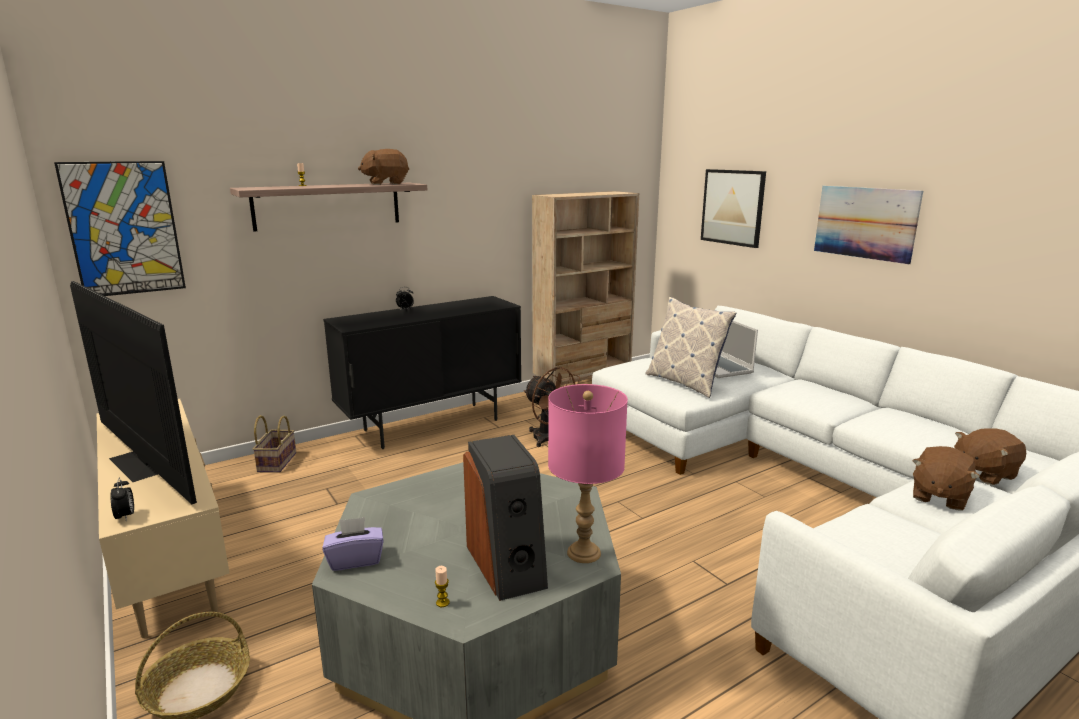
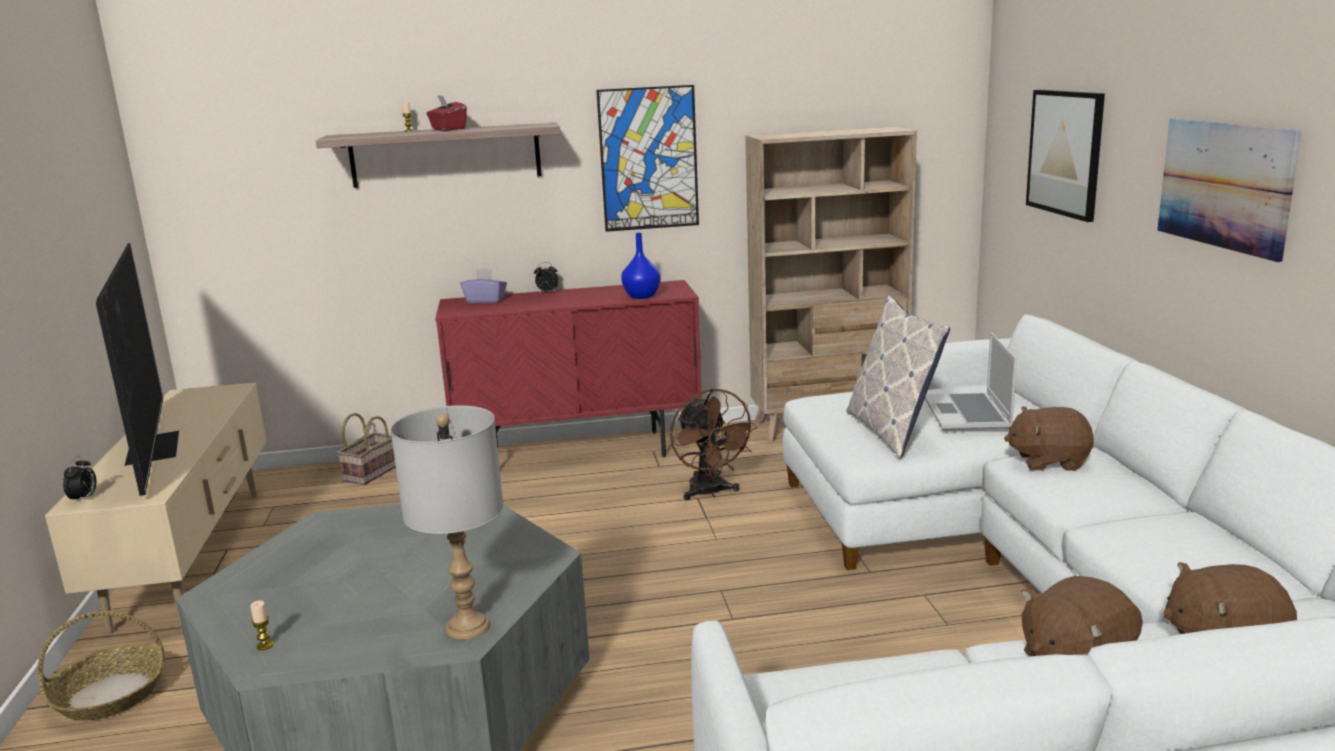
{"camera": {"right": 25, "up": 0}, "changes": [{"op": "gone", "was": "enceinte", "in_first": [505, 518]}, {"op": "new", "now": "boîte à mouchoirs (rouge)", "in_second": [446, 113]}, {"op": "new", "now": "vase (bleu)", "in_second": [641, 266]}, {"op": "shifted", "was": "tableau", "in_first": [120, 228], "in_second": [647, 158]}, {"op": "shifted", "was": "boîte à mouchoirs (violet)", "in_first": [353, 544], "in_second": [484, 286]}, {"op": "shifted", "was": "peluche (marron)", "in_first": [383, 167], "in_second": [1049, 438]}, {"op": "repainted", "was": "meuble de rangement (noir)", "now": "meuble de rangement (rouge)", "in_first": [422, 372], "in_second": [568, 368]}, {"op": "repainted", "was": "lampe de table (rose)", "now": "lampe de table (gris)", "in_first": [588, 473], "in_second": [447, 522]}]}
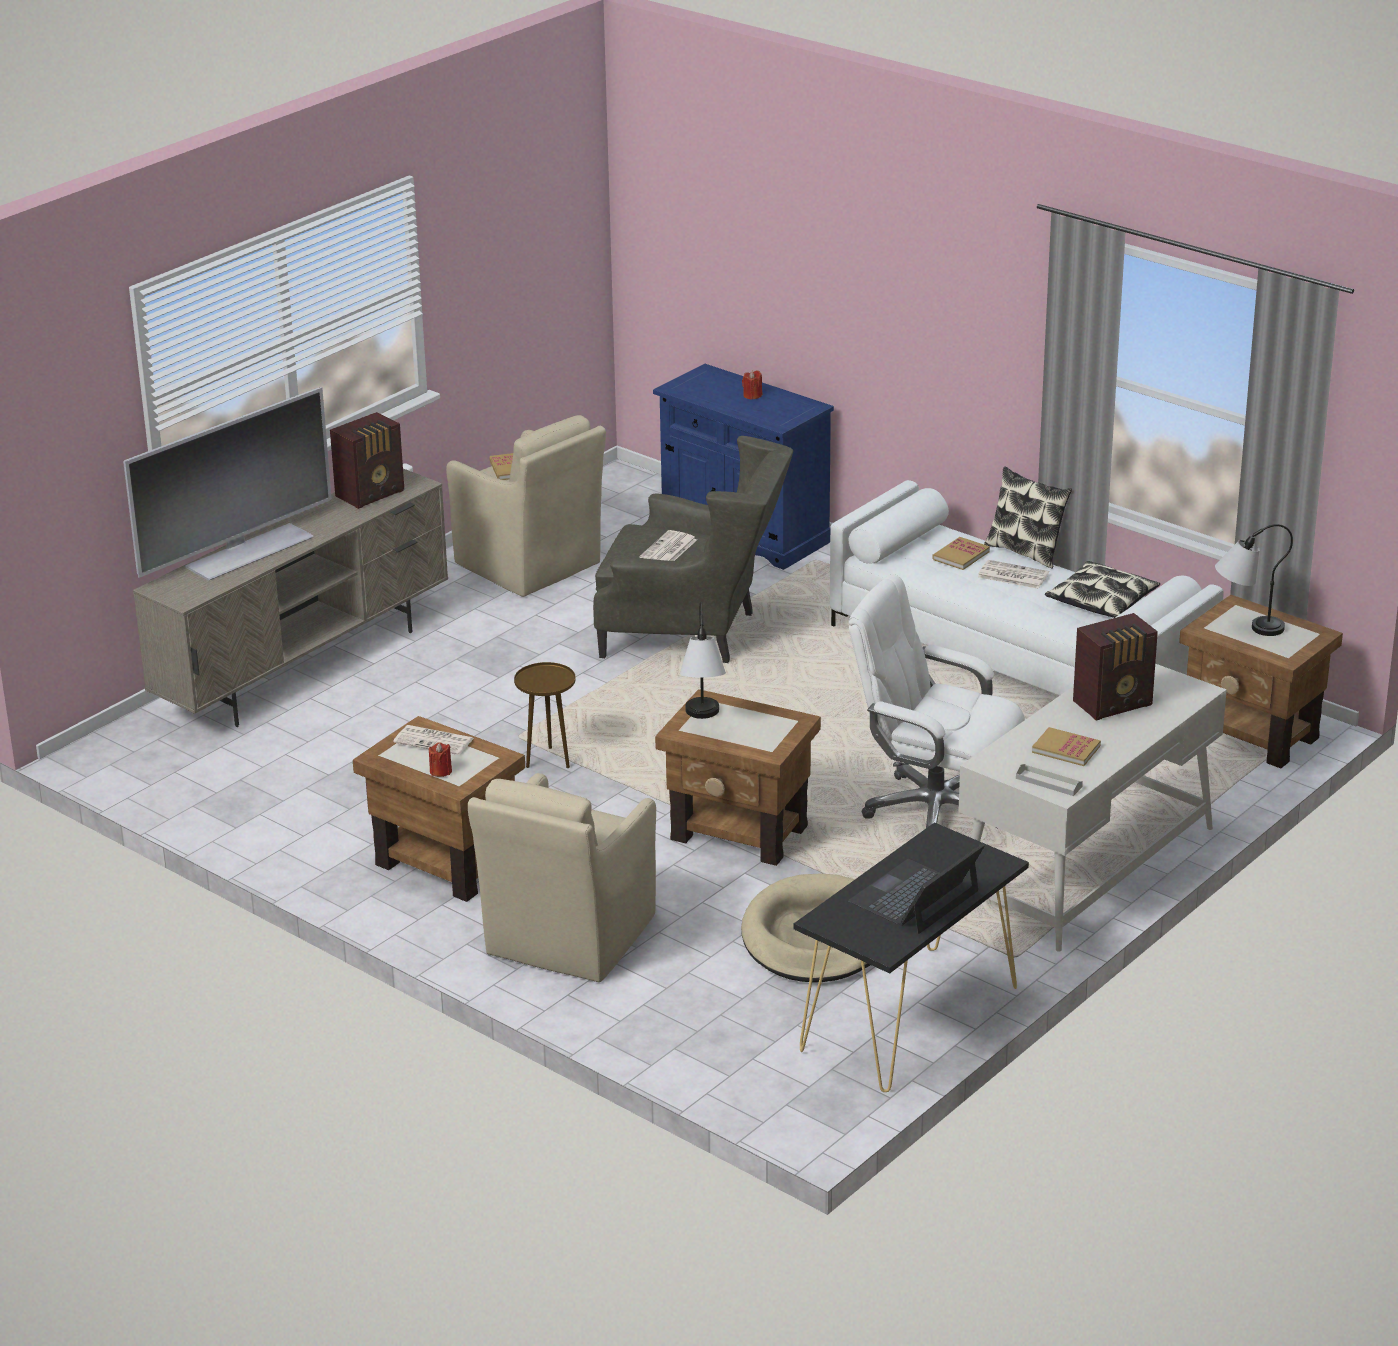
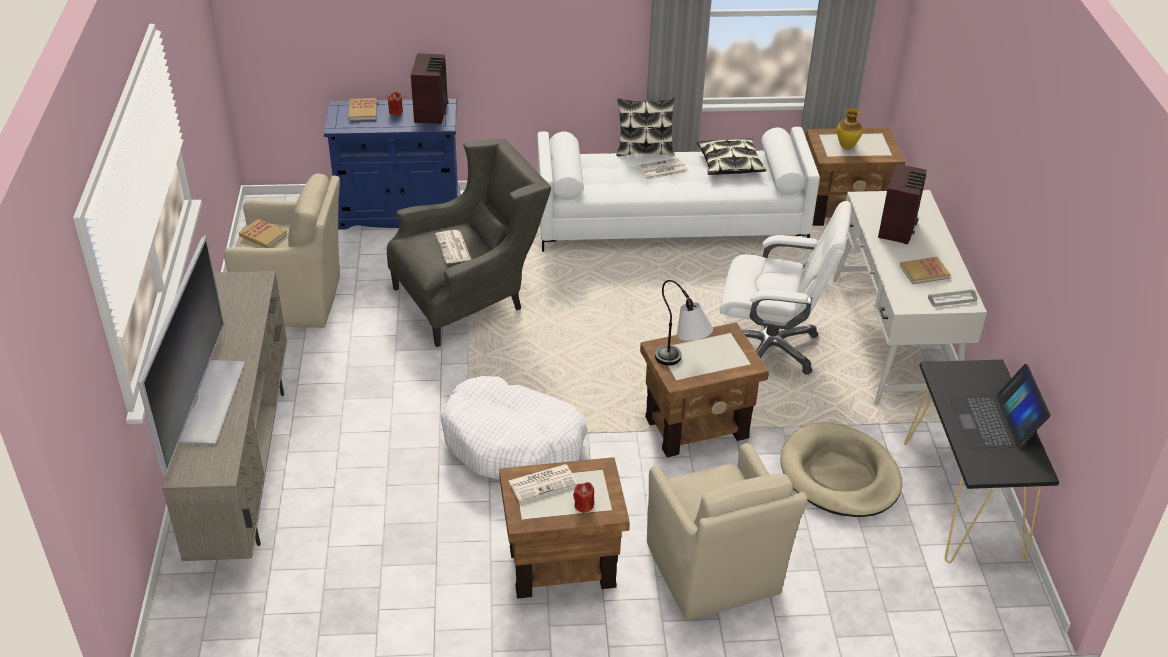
{"camera": {"right": -45, "up": 10}, "changes": [{"op": "shifted", "was": "radio", "in_first": [367, 460], "in_second": [430, 88]}, {"op": "shifted", "was": "livre", "in_first": [961, 553], "in_second": [363, 109]}, {"op": "swapped", "was": "table d'appoint (marron)", "now": "panier pour chien (blanc)", "in_first": [545, 715], "in_second": [514, 428]}, {"op": "swapped", "was": "lampe de table", "now": "vase", "in_first": [1254, 580], "in_second": [850, 128]}, {"op": "rotated", "was": "chaise de bureau (blanc)", "in_first": [936, 701], "in_second": [785, 288], "clockwise": -150}]}
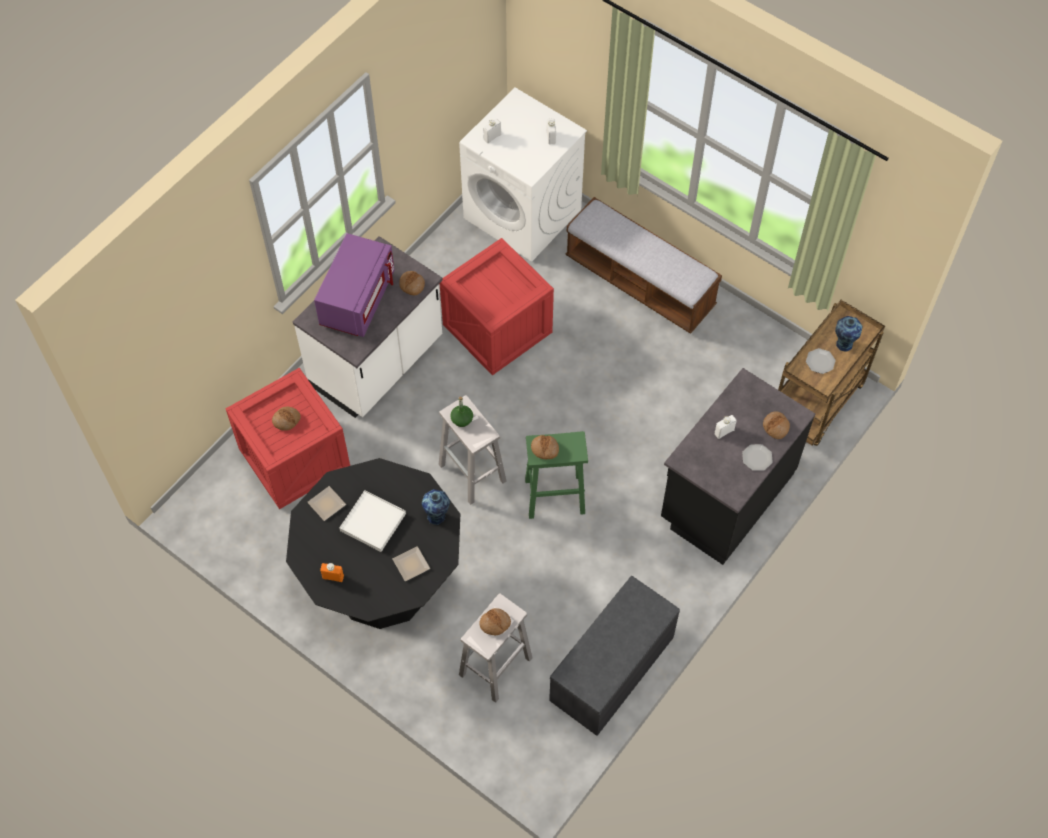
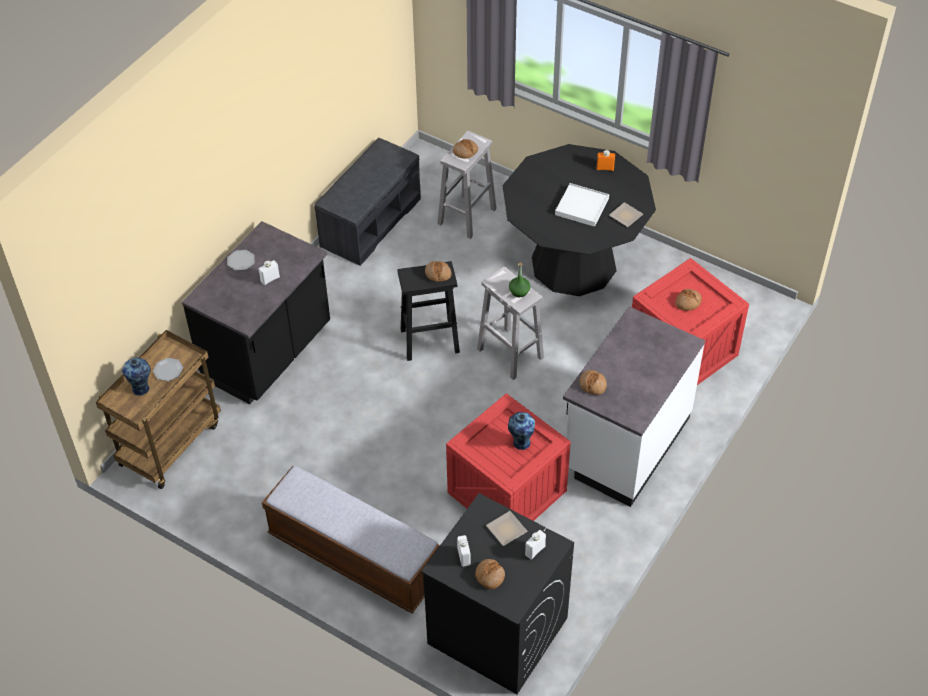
{"camera": {"right": 175, "up": -10}, "changes": [{"op": "gone", "was": "micro-ondes (violet)", "in_first": [354, 285]}, {"op": "shifted", "was": "assiette", "in_first": [411, 564], "in_second": [507, 528]}, {"op": "shifted", "was": "vase", "in_first": [435, 507], "in_second": [521, 431]}, {"op": "shifted", "was": "pain", "in_first": [776, 425], "in_second": [490, 574]}, {"op": "repainted", "was": "lave-linge (blanc)", "now": "lave-linge (noir)", "in_first": [523, 174], "in_second": [497, 593]}, {"op": "repainted", "was": "tabouret (vert)", "now": "tabouret (noir)", "in_first": [556, 475], "in_second": [428, 311]}]}
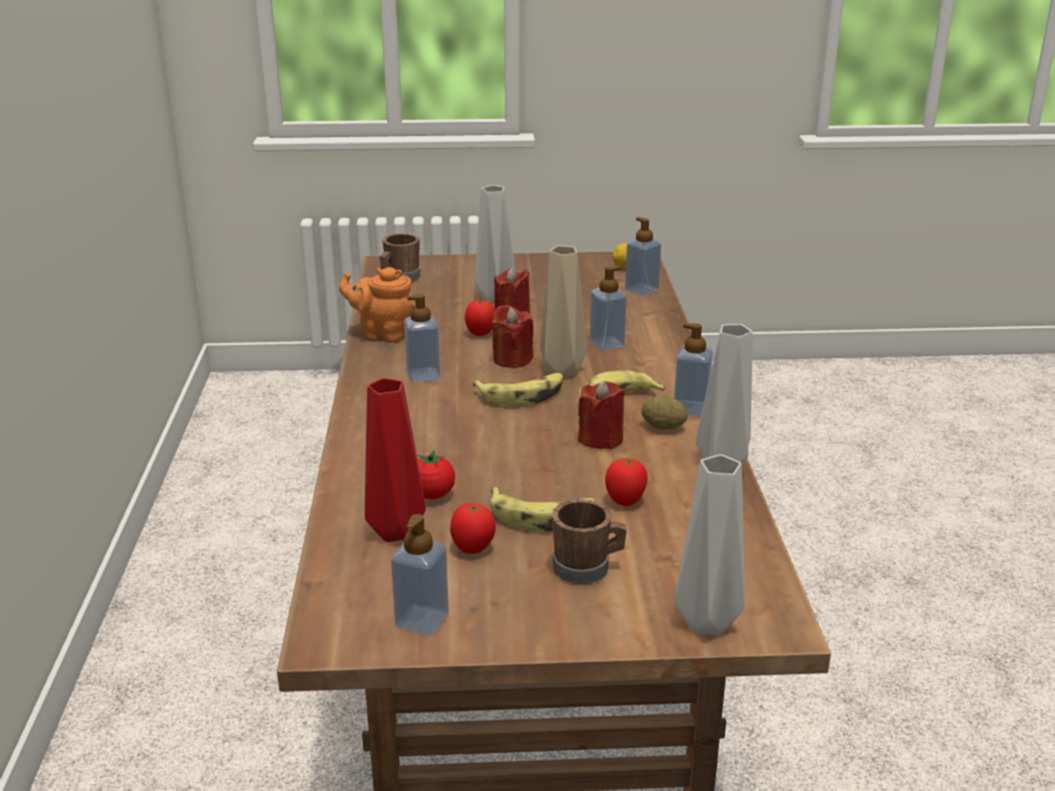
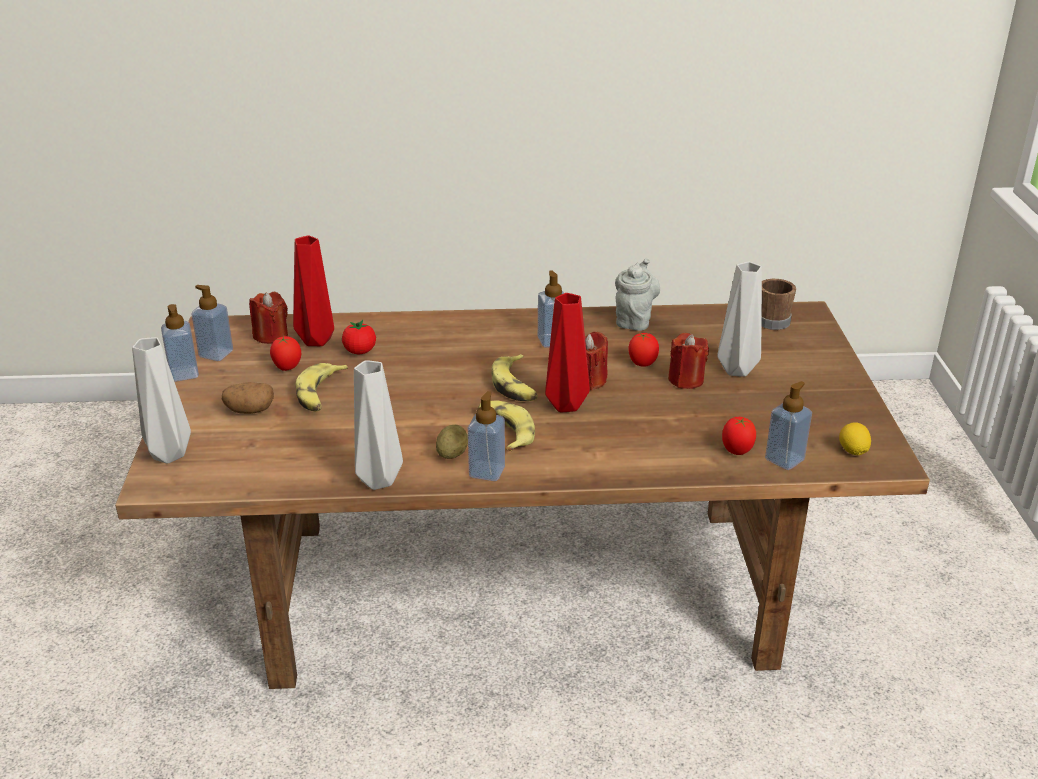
{"camera": {"right": 90, "up": 5}, "changes": [{"op": "shifted", "was": "bougie (rouge)", "in_first": [601, 414], "in_second": [268, 318]}, {"op": "shifted", "was": "distributeur de savon", "in_first": [608, 308], "in_second": [180, 343]}, {"op": "shifted", "was": "tomate", "in_first": [626, 482], "in_second": [739, 436]}, {"op": "swapped", "was": "mug (marron)", "now": "pomme de terre", "in_first": [589, 541], "in_second": [248, 398]}, {"op": "repainted", "was": "théière (orange)", "now": "théière (gris)", "in_first": [377, 305], "in_second": [637, 294]}, {"op": "repainted", "was": "vase (beige)", "now": "vase (rouge)", "in_first": [563, 311], "in_second": [567, 352]}]}
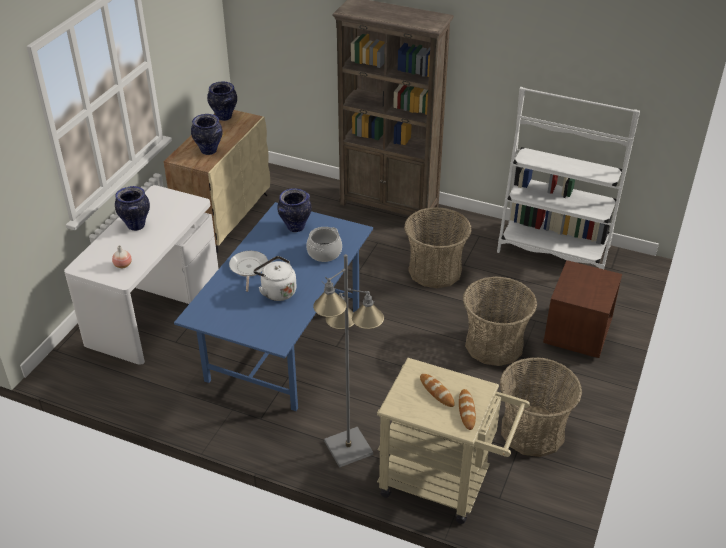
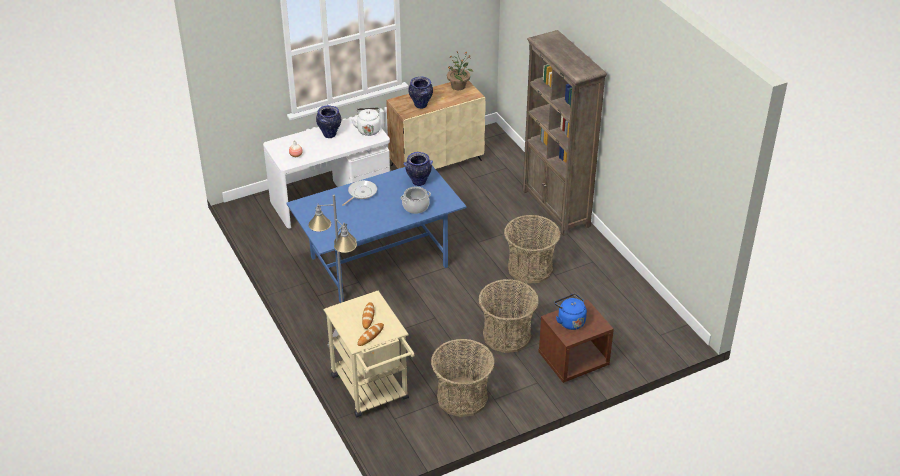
{"camera": {"right": 40, "up": 0}, "changes": [{"op": "gone", "was": "bibliothèque (blanc)", "in_first": [568, 178]}, {"op": "new", "now": "bouilloire (bleu)", "in_second": [570, 312]}, {"op": "shifted", "was": "bouilloire (blanc)", "in_first": [274, 278], "in_second": [366, 121]}, {"op": "swapped", "was": "vase", "now": "plante en pot", "in_first": [222, 101], "in_second": [460, 70]}]}
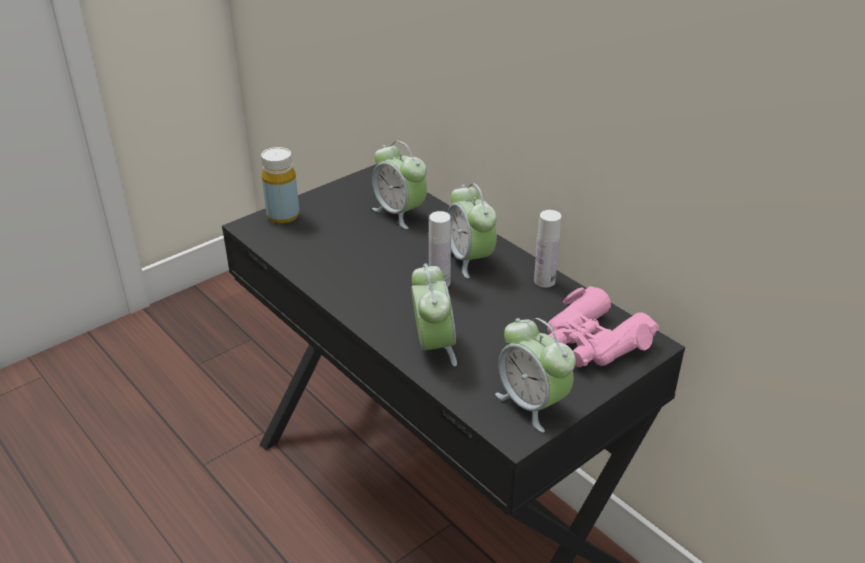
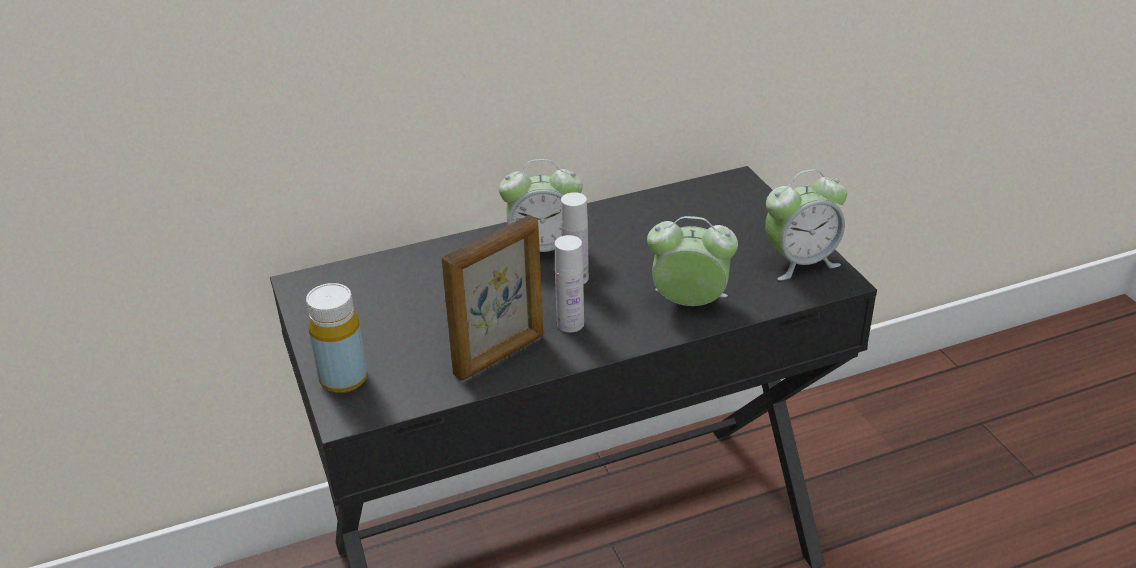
{"camera": {"right": -70, "up": 0}, "changes": [{"op": "gone", "was": "réveil", "in_first": [399, 185]}, {"op": "gone", "was": "jumelles (rose)", "in_first": [603, 326]}, {"op": "new", "now": "cadre photo", "in_second": [492, 298]}, {"op": "shifted", "was": "bouteille (blanc)", "in_first": [547, 249], "in_second": [569, 284]}]}
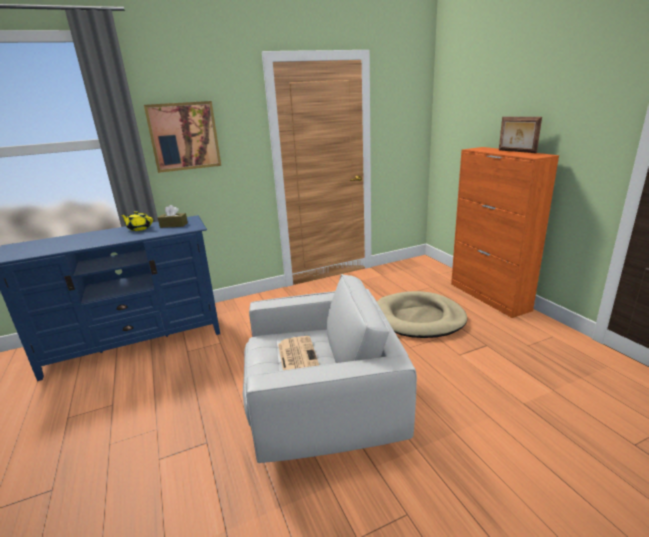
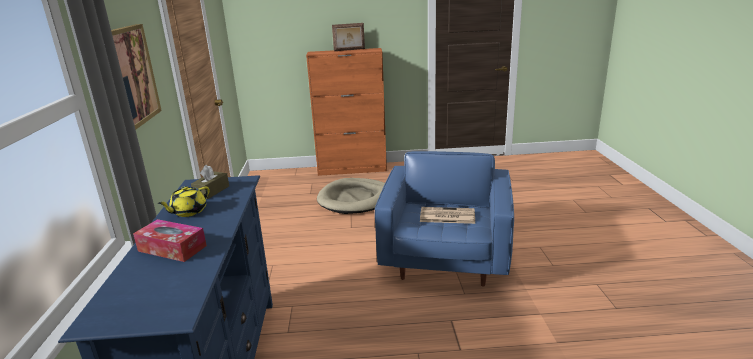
{"camera": {"right": -70, "up": 0}, "changes": [{"op": "new", "now": "boîte à mouchoirs", "in_second": [170, 240]}, {"op": "repainted", "was": "fauteuil (blanc)", "now": "fauteuil (bleu)", "in_first": [330, 368], "in_second": [444, 219]}]}
